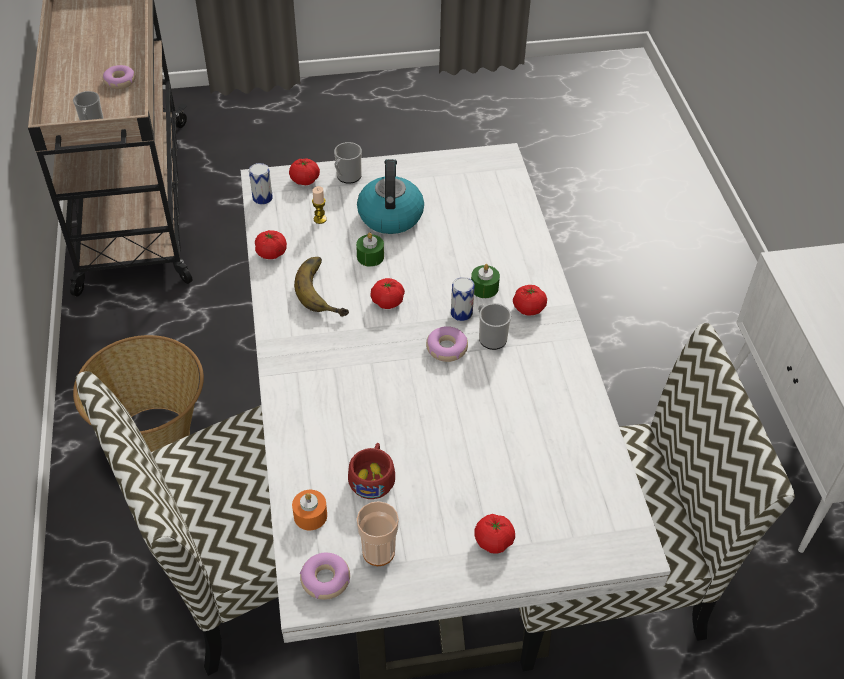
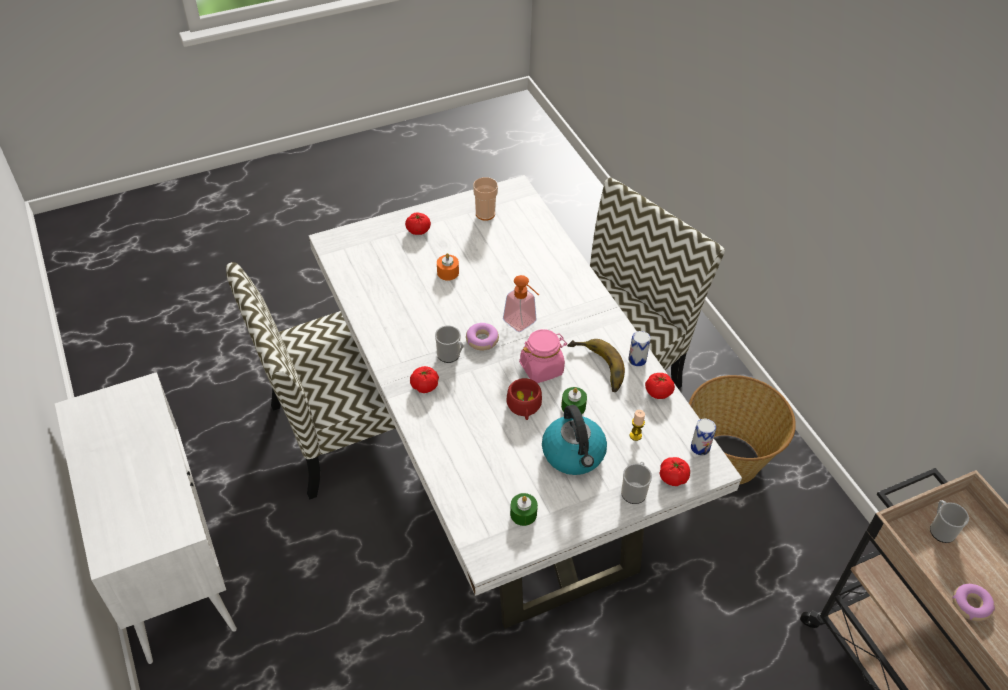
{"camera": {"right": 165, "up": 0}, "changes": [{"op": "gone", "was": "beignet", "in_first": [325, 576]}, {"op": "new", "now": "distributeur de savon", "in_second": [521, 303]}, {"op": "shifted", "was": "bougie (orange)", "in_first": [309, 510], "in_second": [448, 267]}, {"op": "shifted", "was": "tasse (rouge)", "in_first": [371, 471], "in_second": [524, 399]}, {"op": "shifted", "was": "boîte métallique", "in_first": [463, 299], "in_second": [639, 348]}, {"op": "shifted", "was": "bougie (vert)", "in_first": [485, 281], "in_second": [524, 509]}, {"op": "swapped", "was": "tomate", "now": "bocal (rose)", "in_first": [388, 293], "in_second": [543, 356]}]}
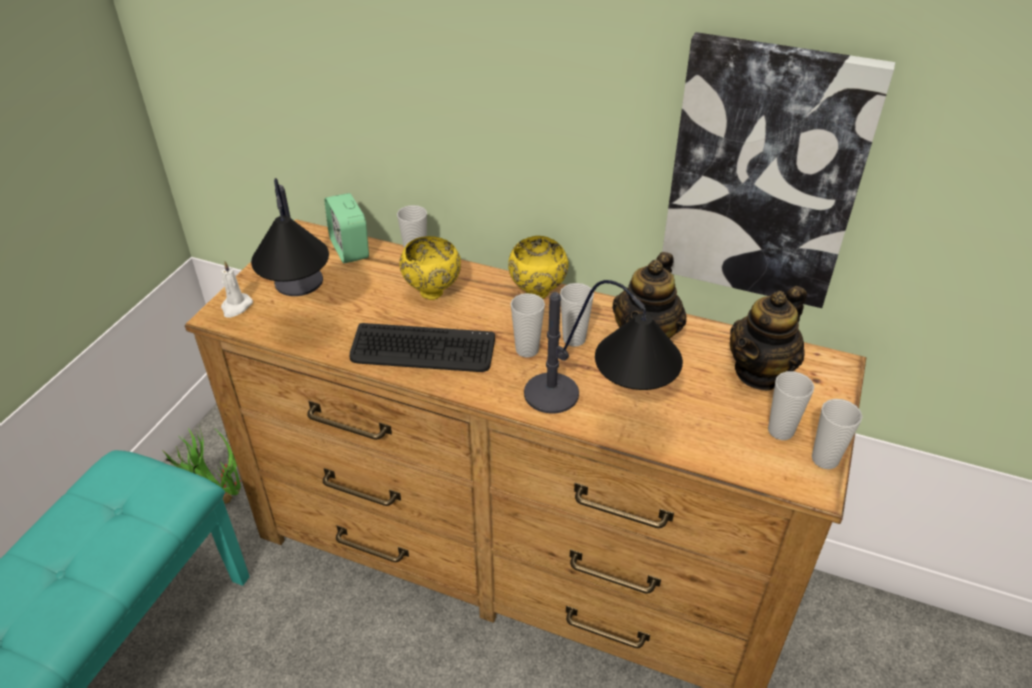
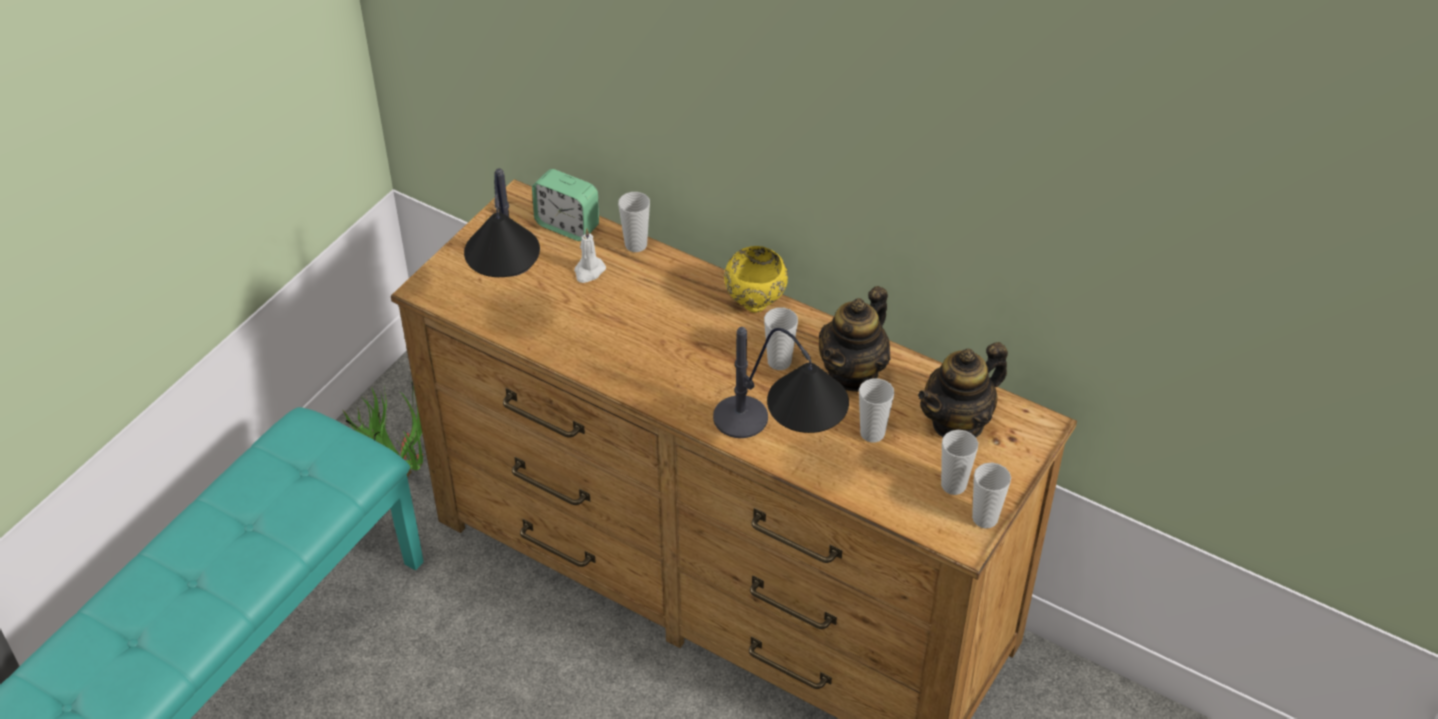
{"camera": {"right": 10, "up": 5}, "changes": [{"op": "gone", "was": "clavier", "in_first": [422, 347]}, {"op": "gone", "was": "bol (jaune)", "in_first": [430, 268]}, {"op": "gone", "was": "tableau", "in_first": [778, 170]}, {"op": "shifted", "was": "bougie (blanc)", "in_first": [237, 289], "in_second": [590, 255]}, {"op": "shifted", "was": "tasse", "in_first": [528, 325], "in_second": [876, 410]}, {"op": "rotated", "was": "réveil", "in_first": [347, 228], "in_second": [565, 205], "clockwise": -45}]}
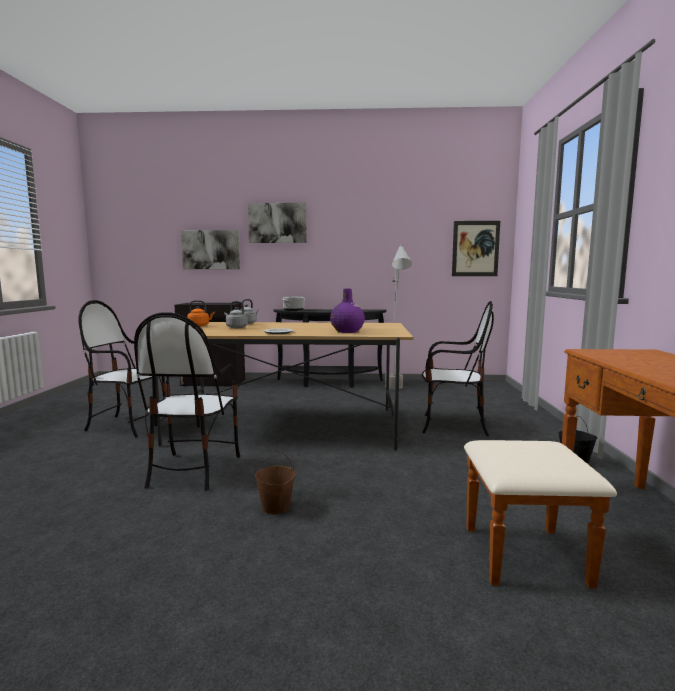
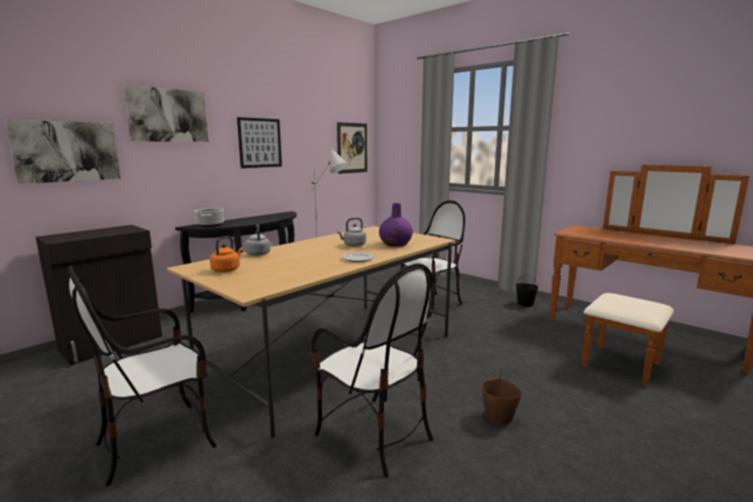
{"camera": {"right": -50, "up": 5}, "changes": [{"op": "new", "now": "tableau", "in_second": [259, 142]}, {"op": "shifted", "was": "bouilloire (gris)", "in_first": [236, 314], "in_second": [351, 232]}]}
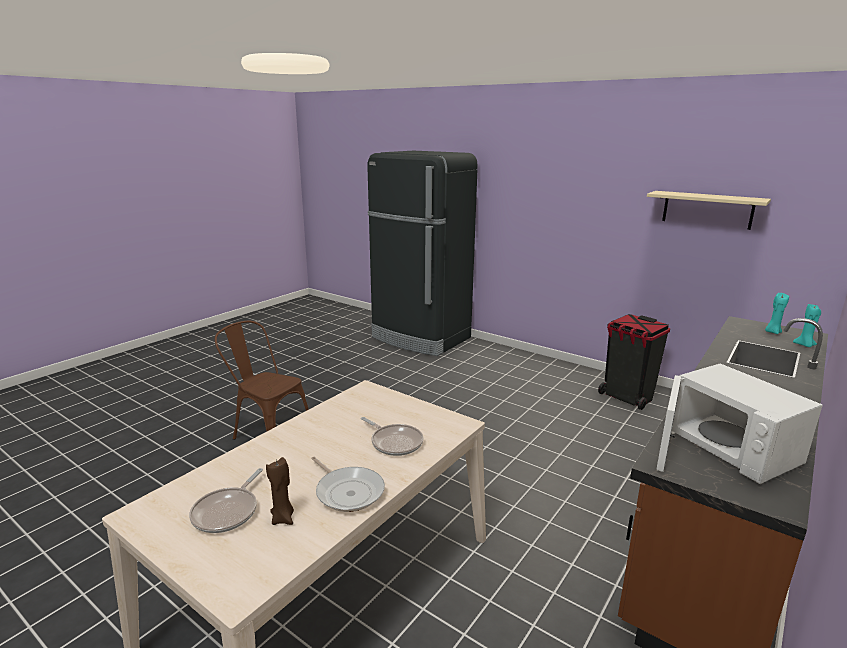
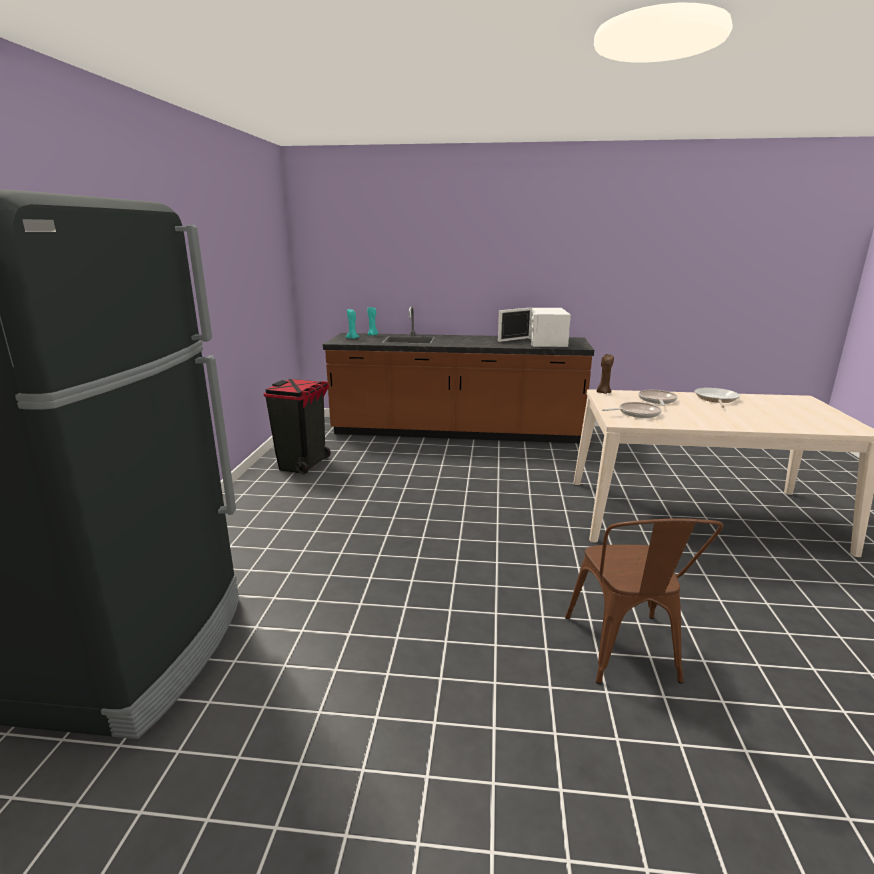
{"camera": {"right": -120, "up": 0}, "changes": [{"op": "gone", "was": "étagère (beige)", "in_first": [709, 210]}, {"op": "shifted", "was": "poêle", "in_first": [226, 500], "in_second": [632, 410]}, {"op": "shifted", "was": "bougie (marron)", "in_first": [280, 491], "in_second": [605, 374]}, {"op": "rotated", "was": "micro-ondes (blanc)", "in_first": [740, 423], "in_second": [534, 327], "clockwise": 150}]}
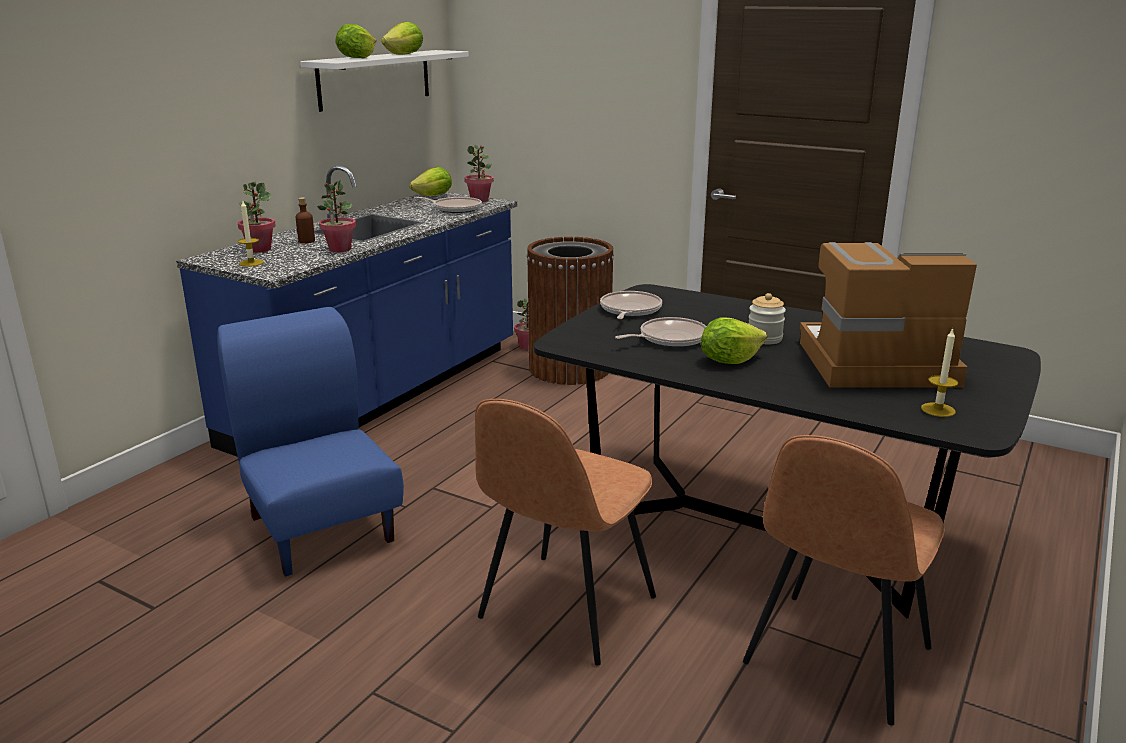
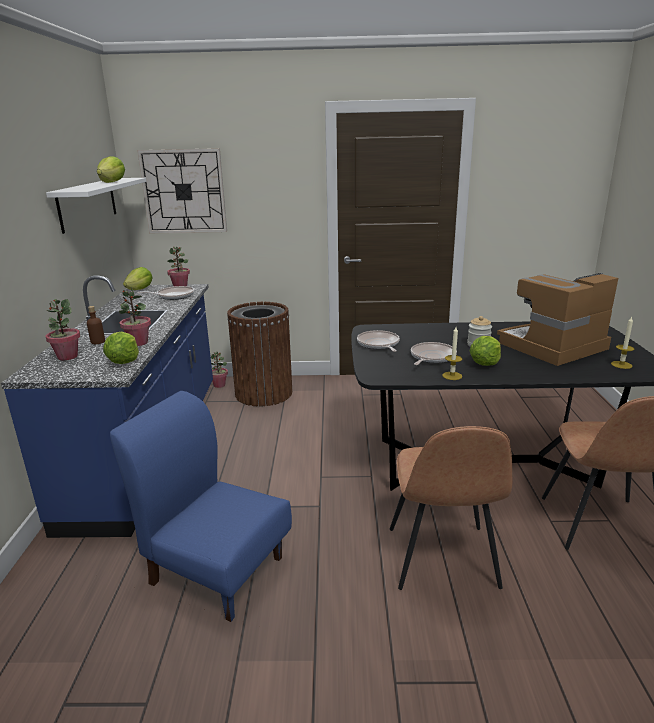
{"camera": {"right": -30, "up": 0}, "changes": [{"op": "new", "now": "horloge murale", "in_second": [182, 190]}, {"op": "shifted", "was": "bougie", "in_first": [251, 234], "in_second": [452, 353]}, {"op": "shifted", "was": "laitue", "in_first": [355, 41], "in_second": [121, 348]}]}
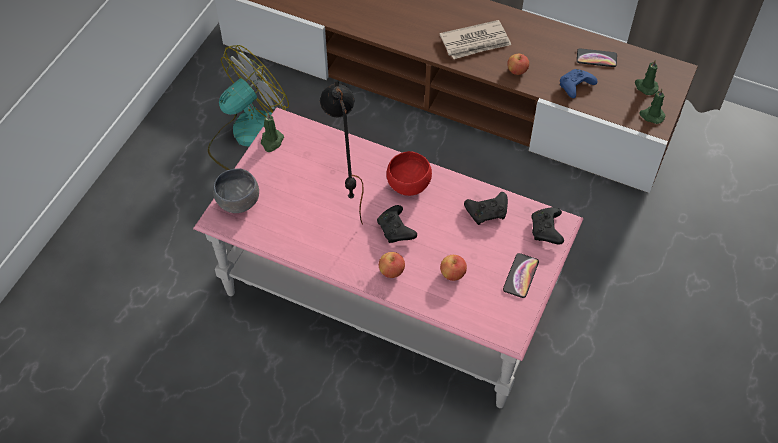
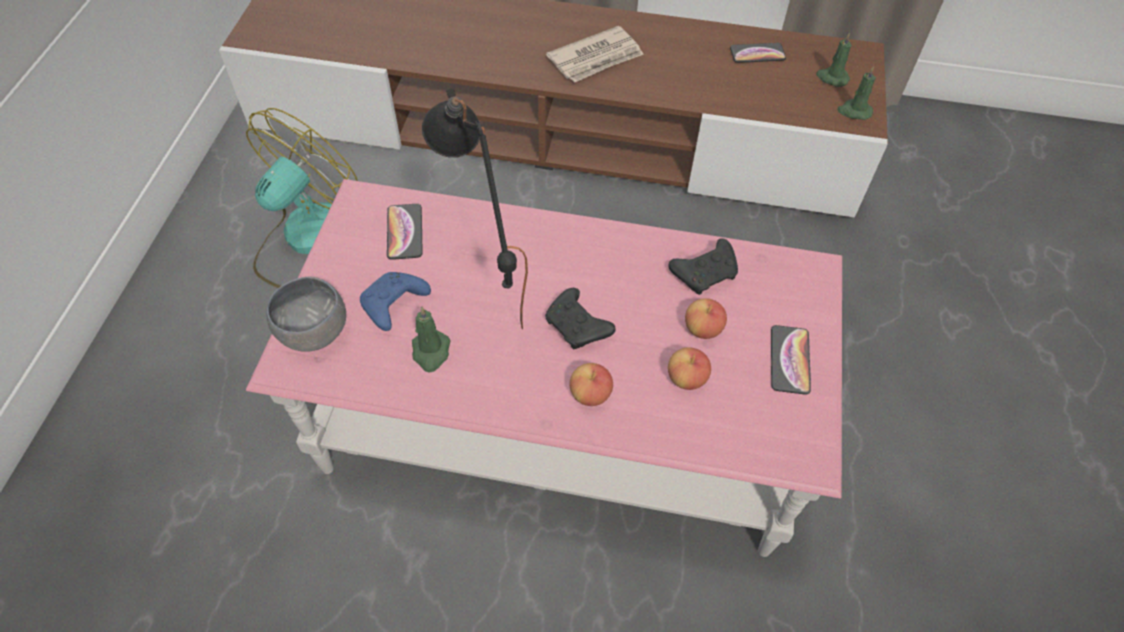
{"camera": {"right": -15, "up": 0}, "changes": [{"op": "gone", "was": "bol (rouge)", "in_first": [409, 173]}, {"op": "gone", "was": "manette (noir)", "in_first": [547, 225]}, {"op": "new", "now": "téléphone", "in_second": [405, 232]}, {"op": "shifted", "was": "bougie (vert)", "in_first": [272, 132], "in_second": [431, 340]}, {"op": "shifted", "was": "pomme", "in_first": [518, 64], "in_second": [706, 318]}, {"op": "shifted", "was": "manette (bleu)", "in_first": [578, 83], "in_second": [395, 301]}]}
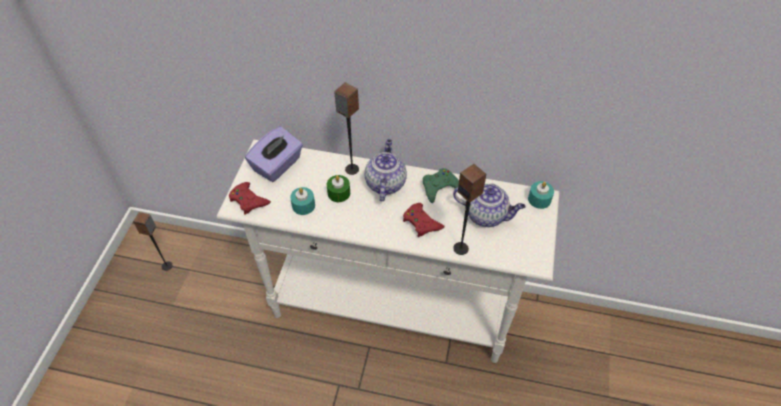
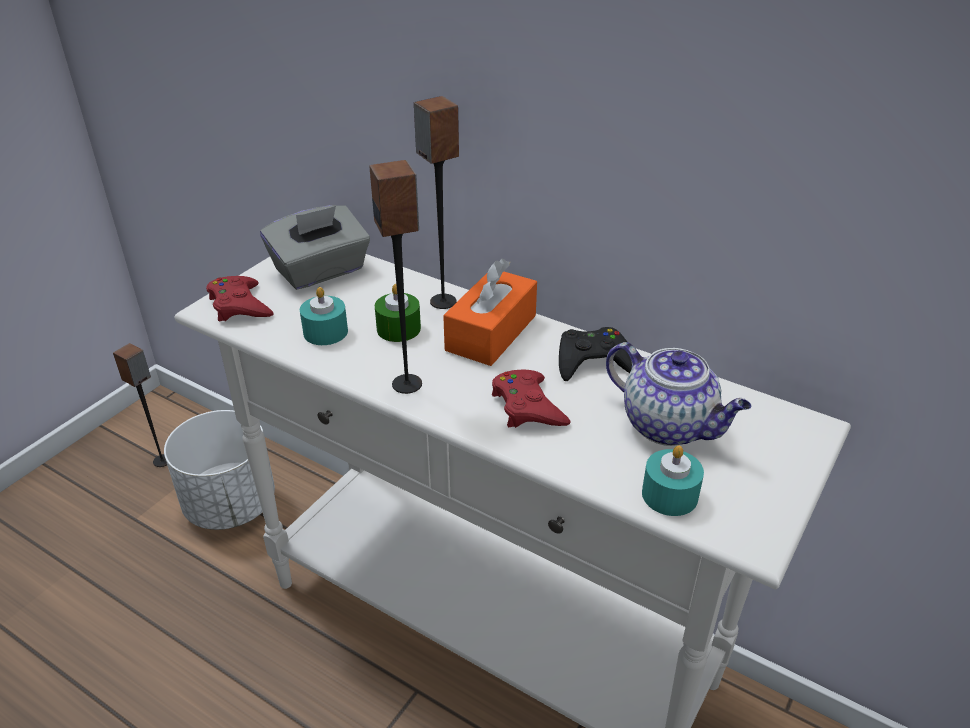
{"camera": {"right": 20, "up": -15}, "changes": [{"op": "new", "now": "cache-pot (blanc)", "in_second": [219, 470]}, {"op": "shifted", "was": "enceinte", "in_first": [469, 209], "in_second": [395, 277]}, {"op": "shifted", "was": "bougie (turquoise)", "in_first": [541, 195], "in_second": [673, 480]}, {"op": "swapped", "was": "théière", "now": "boîte à mouchoirs (orange)", "in_first": [385, 170], "in_second": [490, 312]}, {"op": "repainted", "was": "boîte à mouchoirs (violet)", "now": "boîte à mouchoirs (gris)", "in_first": [274, 154], "in_second": [315, 247]}, {"op": "repainted", "was": "manette (vert)", "now": "manette (noir)", "in_first": [441, 185], "in_second": [595, 354]}]}
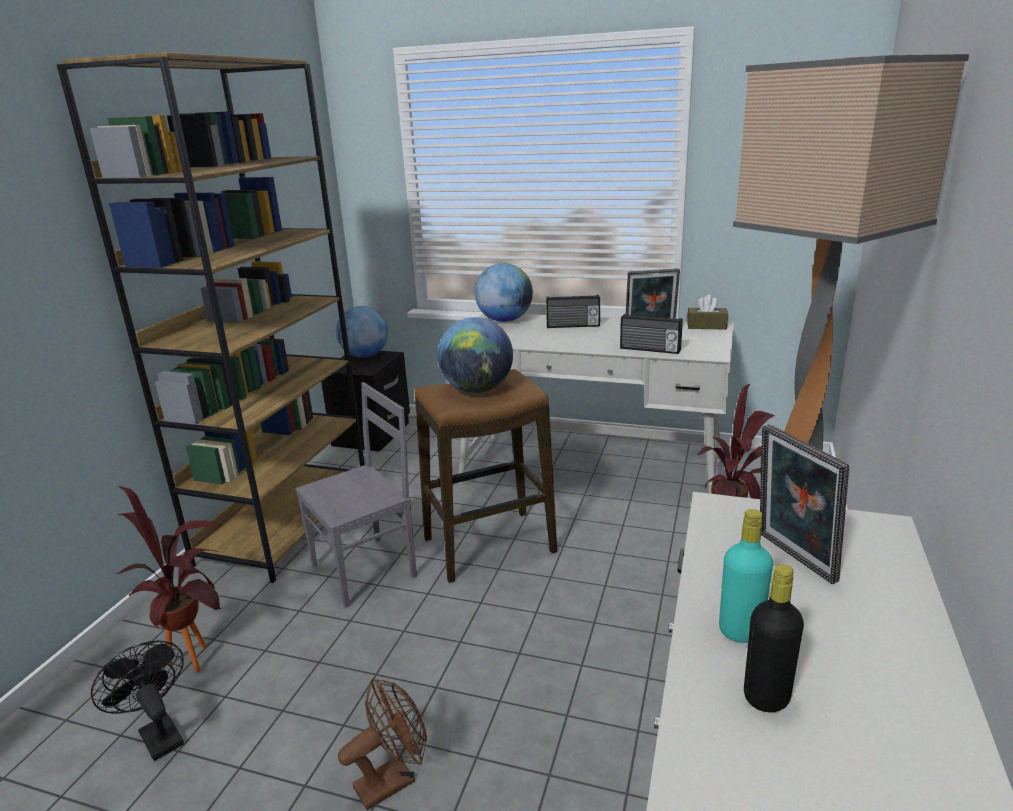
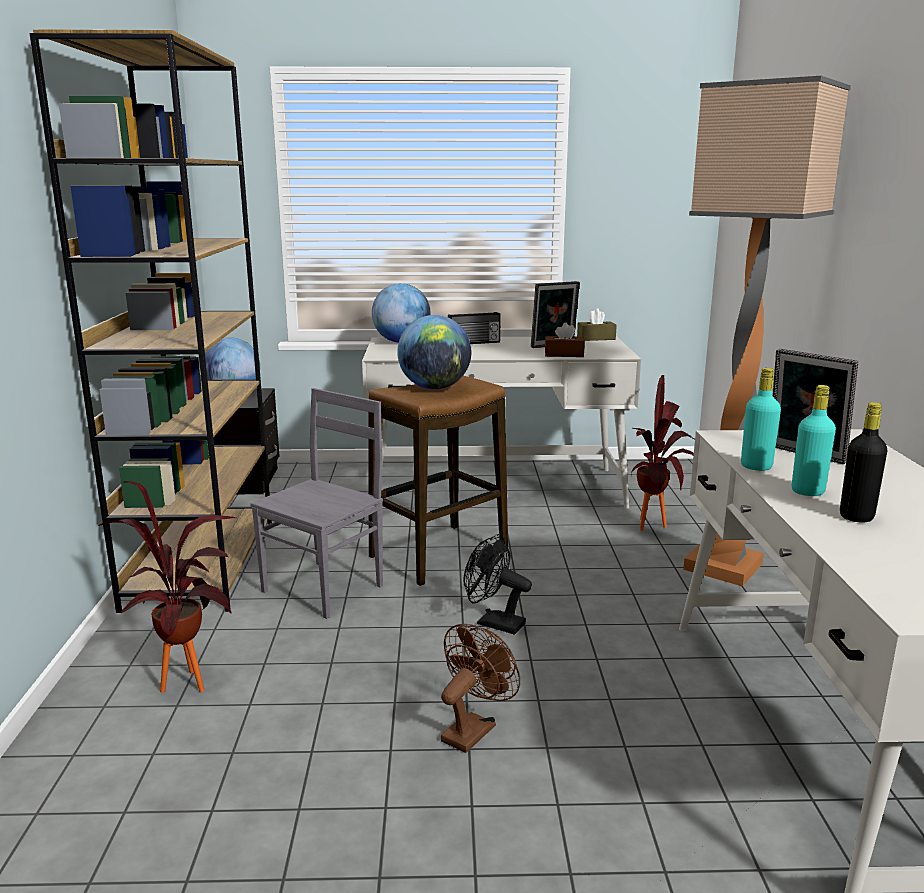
{"camera": {"right": -20, "up": -5}, "changes": [{"op": "new", "now": "bouteille (turquoise)", "in_second": [761, 419]}, {"op": "shifted", "was": "ventilateur (noir)", "in_first": [137, 700], "in_second": [497, 584]}, {"op": "swapped", "was": "radio", "now": "boîte à mouchoirs (marron)", "in_first": [651, 334], "in_second": [565, 339]}]}
